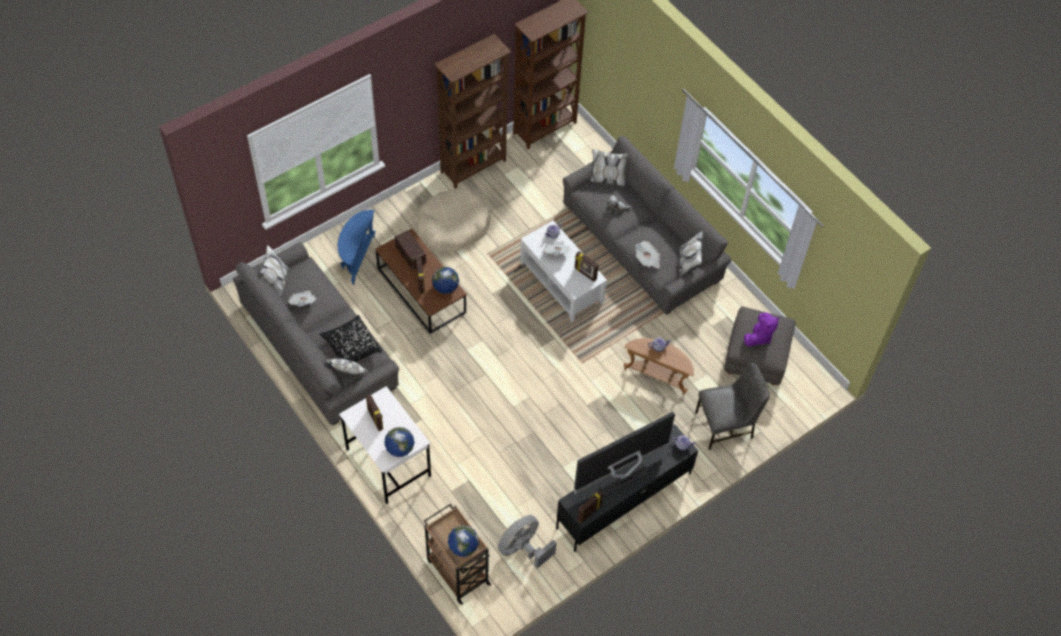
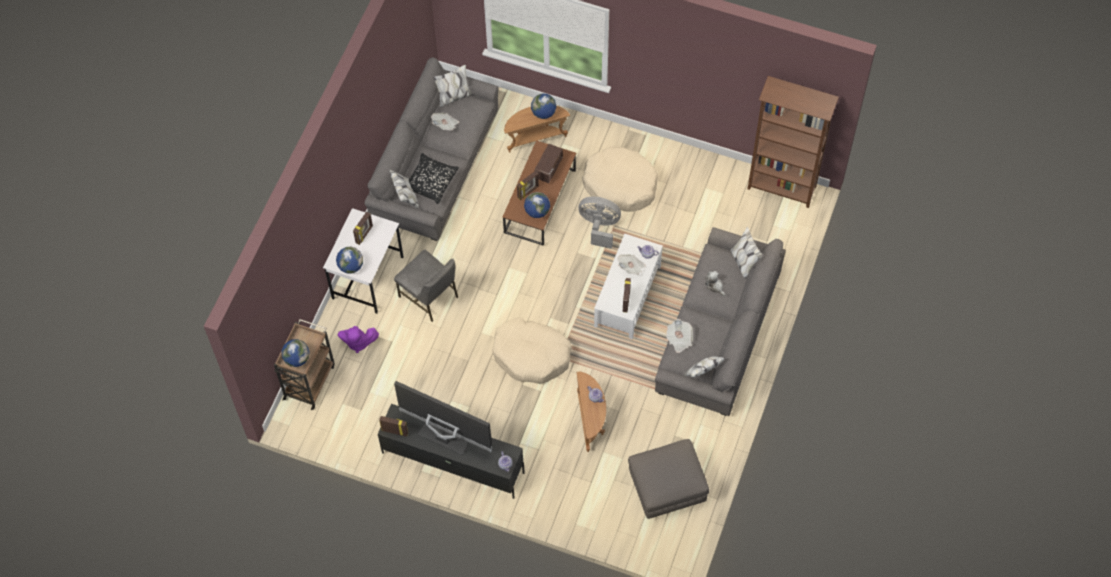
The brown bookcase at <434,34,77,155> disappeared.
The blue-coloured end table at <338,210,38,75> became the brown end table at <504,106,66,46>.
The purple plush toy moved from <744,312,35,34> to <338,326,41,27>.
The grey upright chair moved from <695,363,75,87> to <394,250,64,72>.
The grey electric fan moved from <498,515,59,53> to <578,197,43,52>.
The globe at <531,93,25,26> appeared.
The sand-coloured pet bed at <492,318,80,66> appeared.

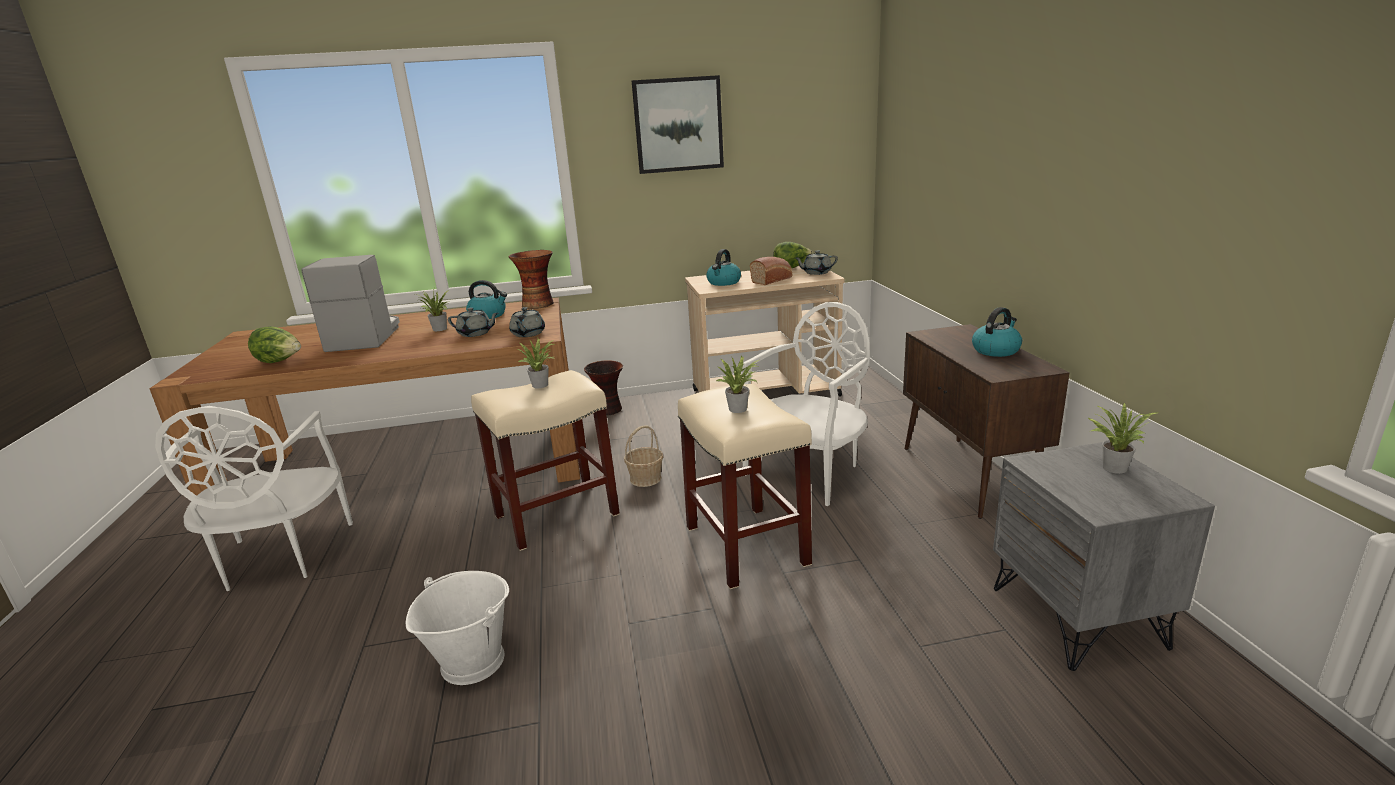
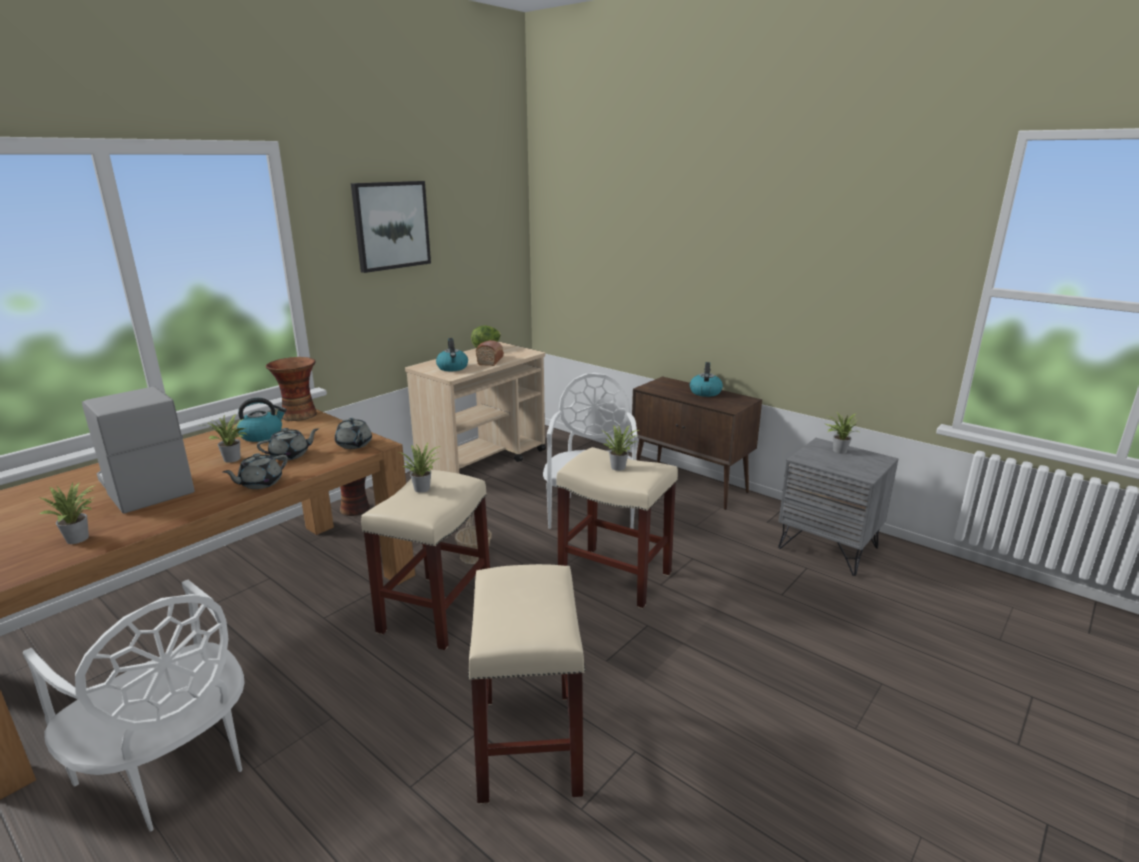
The grey tea pot moved from <795,250,43,25> to <223,453,65,36>.
The head of lettuce at <248,326,53,37> was replaced by the houseplant at <39,482,56,62>.
The white water bucket at <406,571,103,114> was replaced by the sand-coloured stool seat at <468,564,117,240>.

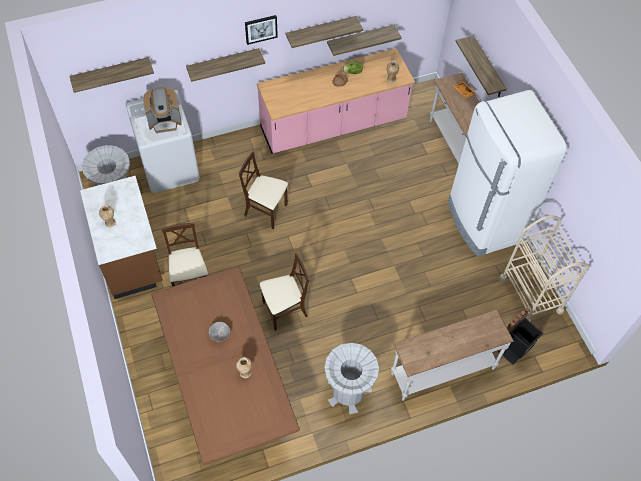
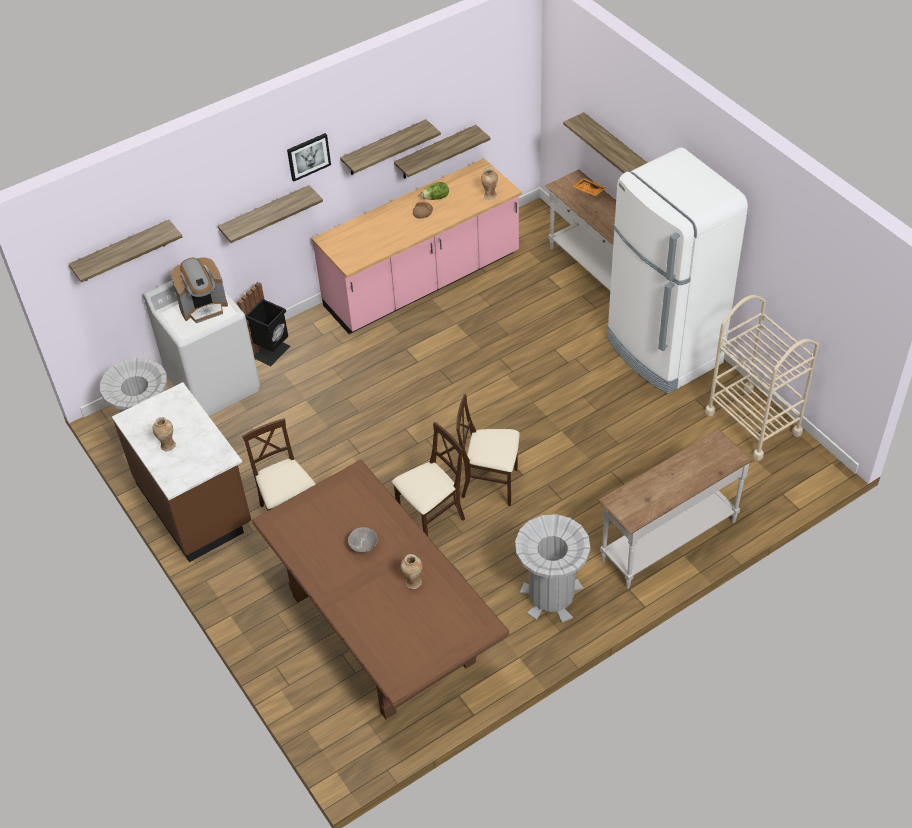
The sand-coloured upright chair moved from <239,151,49,79> to <456,394,64,112>.
The black-coloured trash can moved from <497,307,46,58> to <237,282,53,84>.

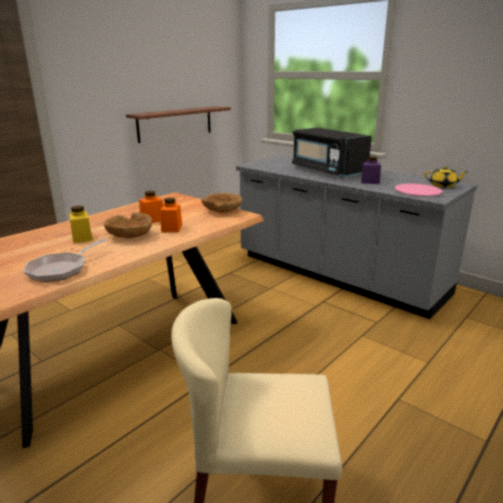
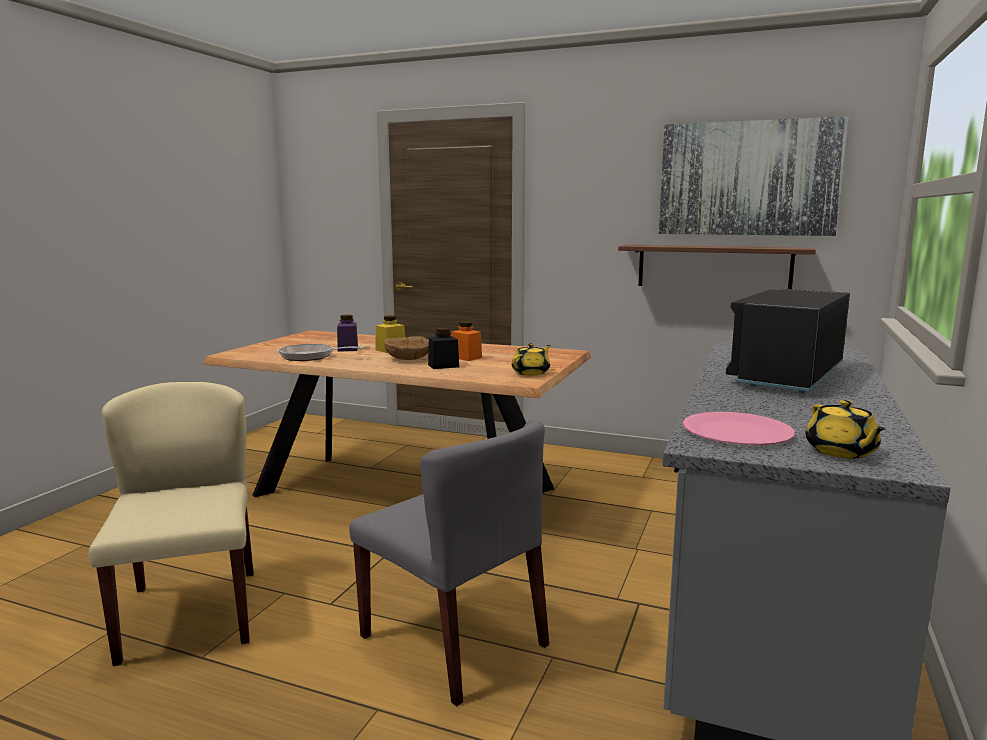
The purple preserve jar moved from <361,156,20,28> to <337,315,21,37>.
The brown serving bowl at <201,193,41,20> was replaced by the yellow tea pot at <512,343,39,32>.
The orange preserve jar at <160,198,22,34> became the black-coloured preserve jar at <428,328,31,41>.
The wall picture at <659,116,189,120> appeared.
The grey upright chair at <349,419,200,287> appeared.

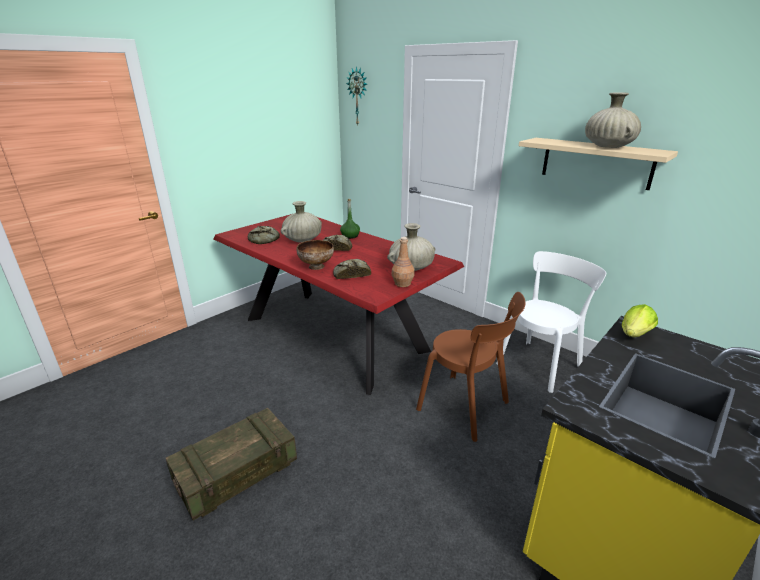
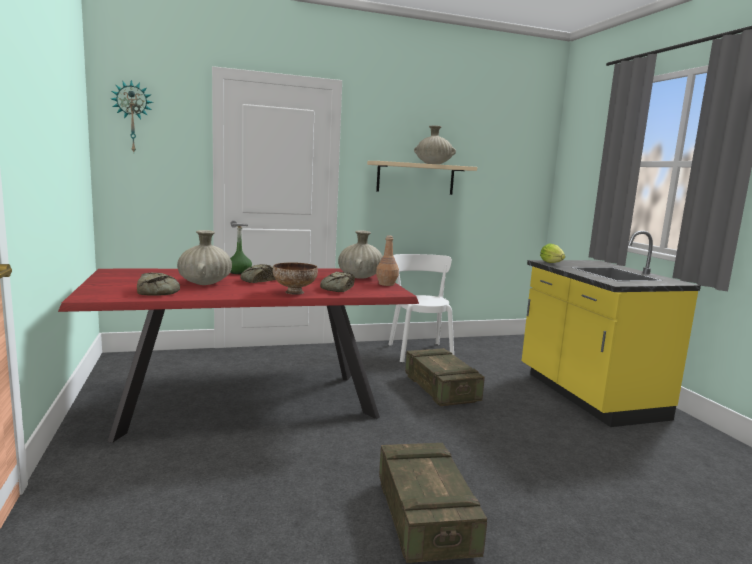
The brown upright chair at <416,292,109,150> was replaced by the packing crate at <405,348,80,58>.

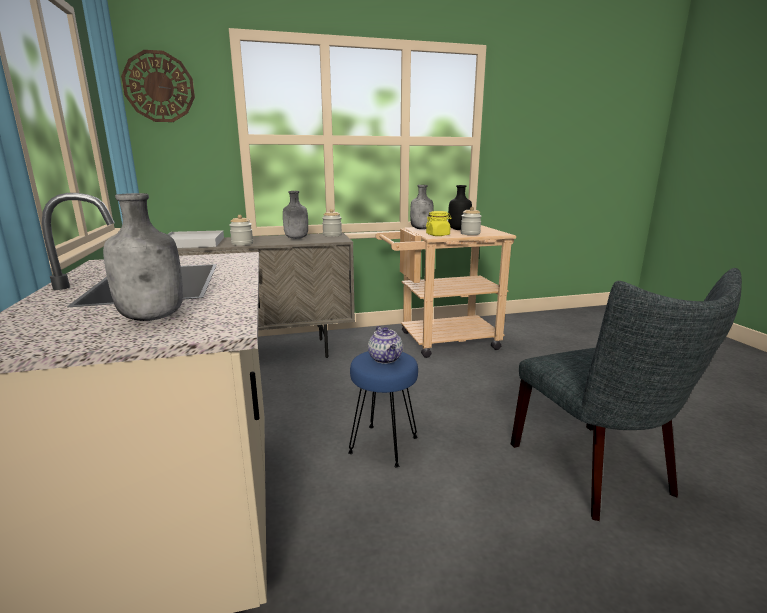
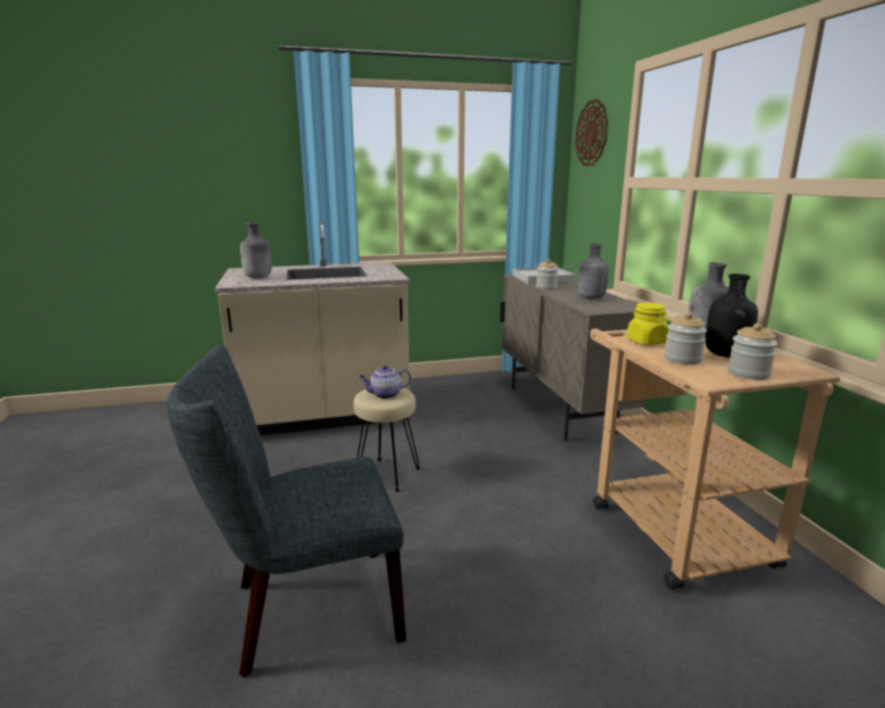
The preserve jar moved from <322,209,20,28> to <728,323,50,57>.
The blue-coloured stool seat at <348,351,70,116> became the sand-coloured stool seat at <353,388,67,104>.

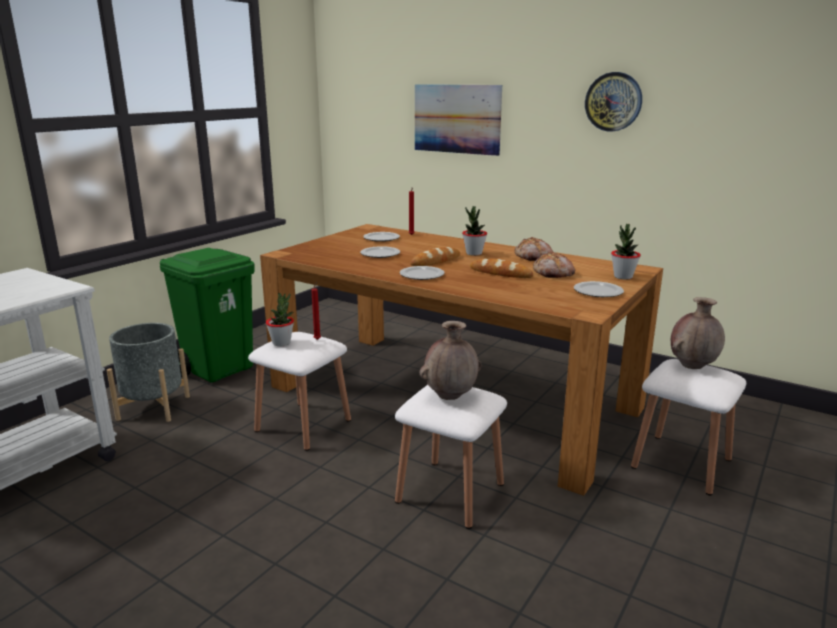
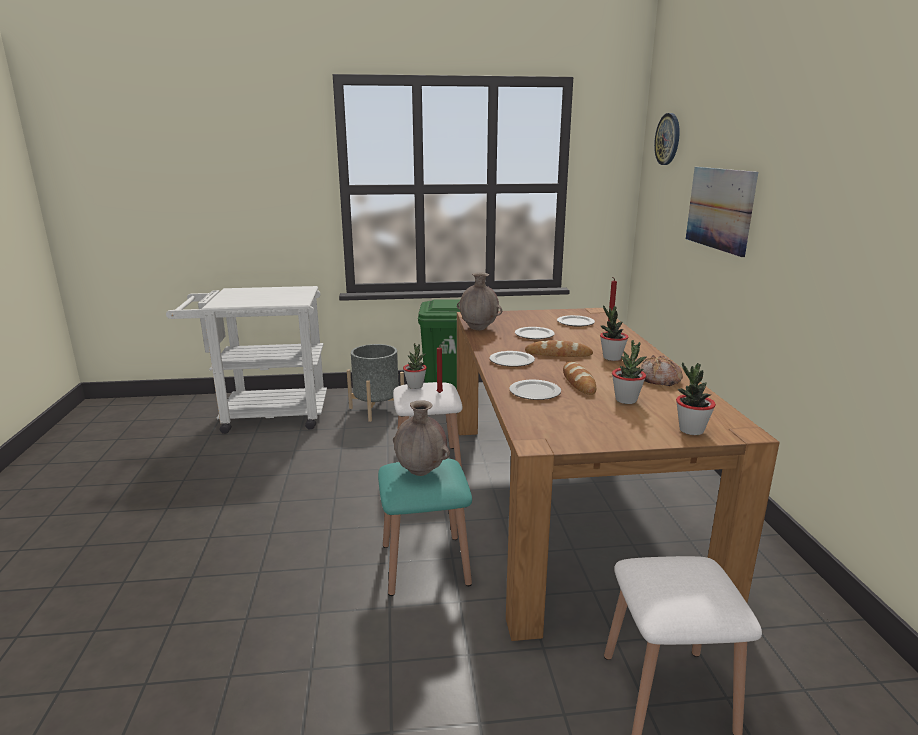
The clock on the wall moved from <585,72,57,60> to <654,113,26,52>.
The bread at <533,252,43,26> was replaced by the houseplant at <612,340,35,64>.
The plate moved from <574,281,50,16> to <509,380,52,20>.
The brown flower vase moved from <671,297,54,72> to <457,273,45,57>.
The white stool seat at <395,385,112,144> became the turquoise stool seat at <378,459,94,137>.

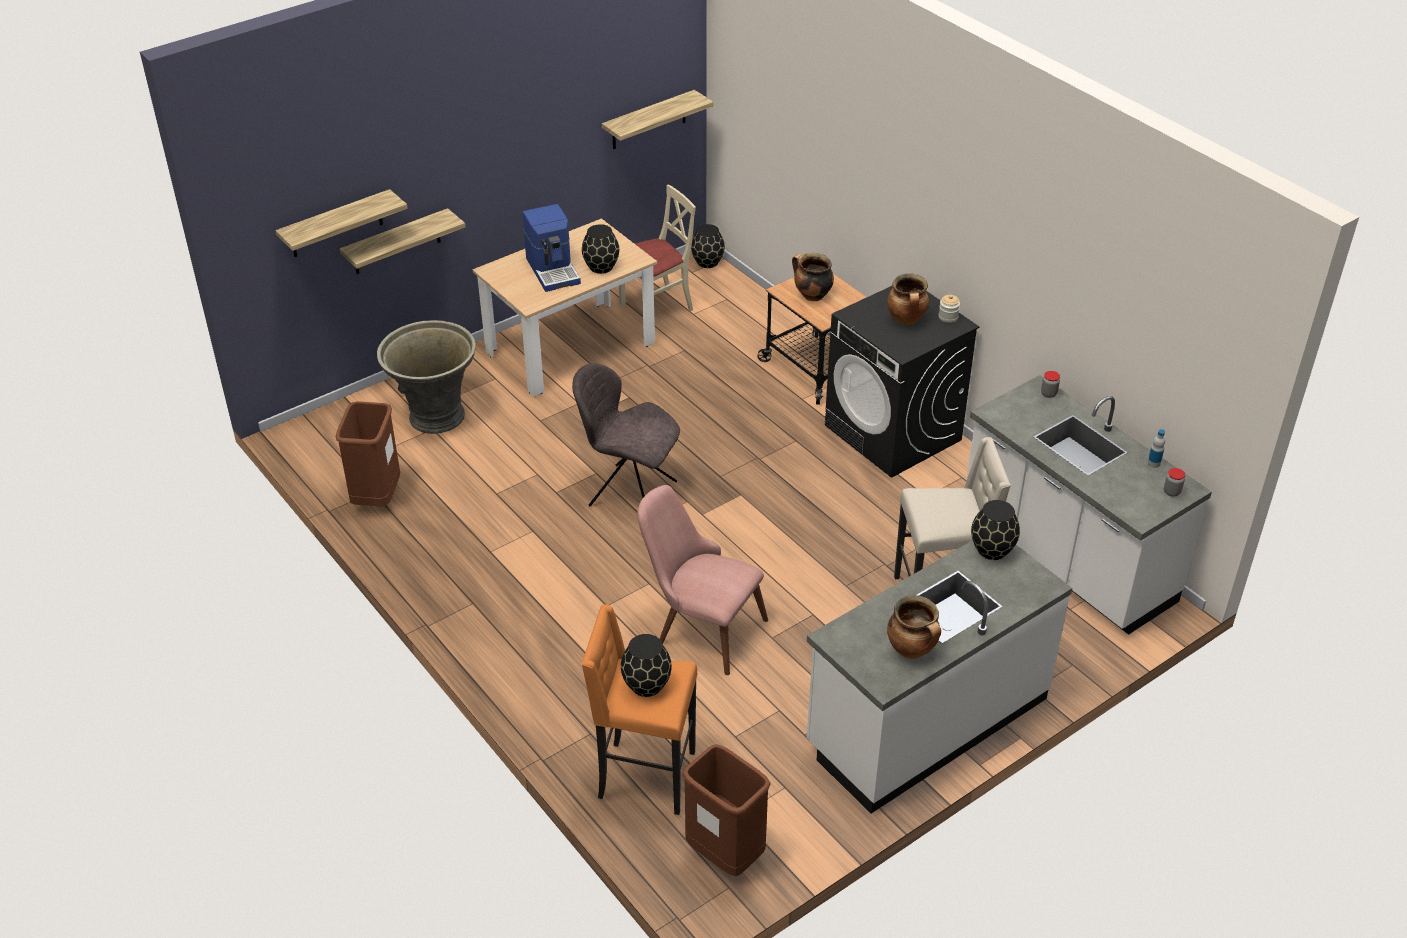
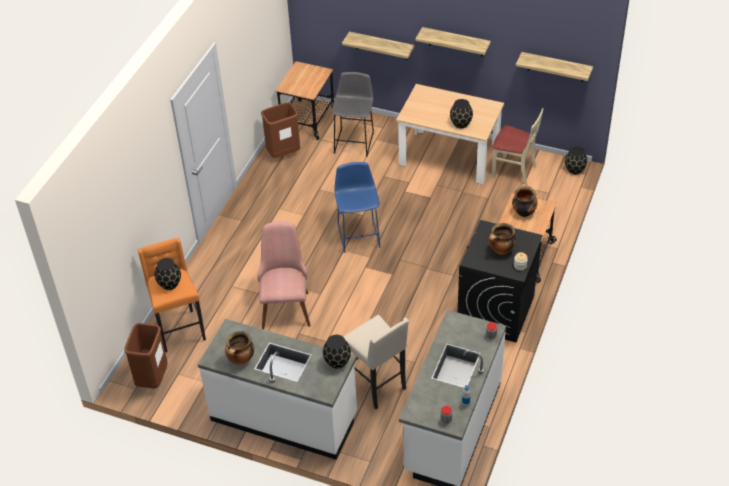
The wall shelf moved from <275,189,133,68> to <416,27,75,29>.
The coffee brewer at <523,204,58,88> disappeared.
The grey plant pot at <377,320,99,114> was replaced by the grey stool seat at <332,72,42,85>.
The grey upright chair at <572,363,108,144> was replaced by the blue-coloured stool seat at <335,162,46,91>.
The wheeled cart at <276,61,58,79> appeared.

